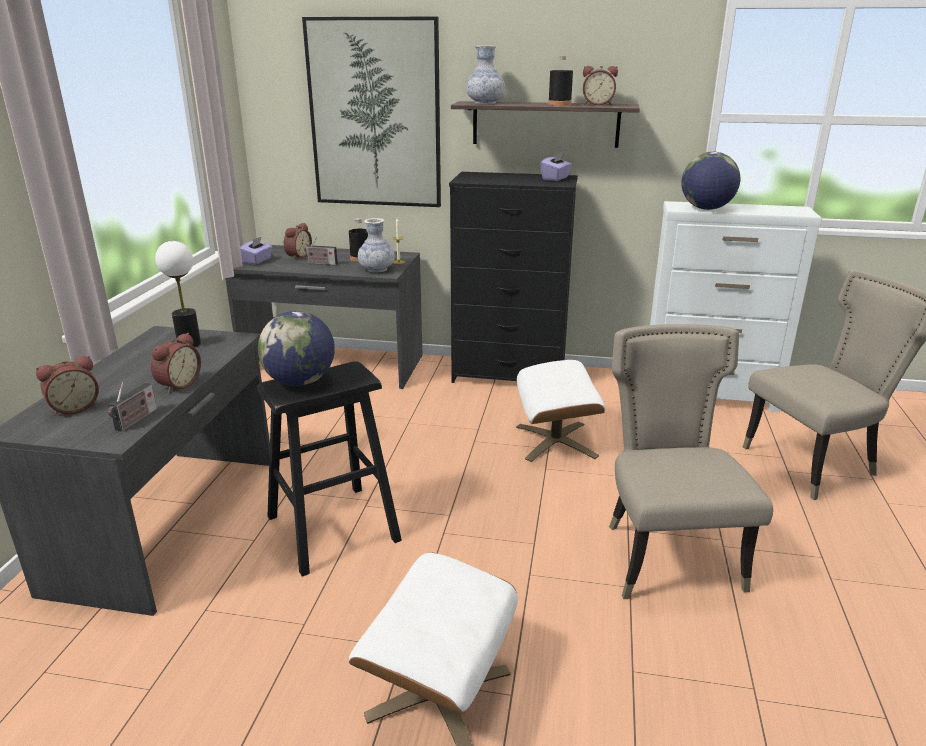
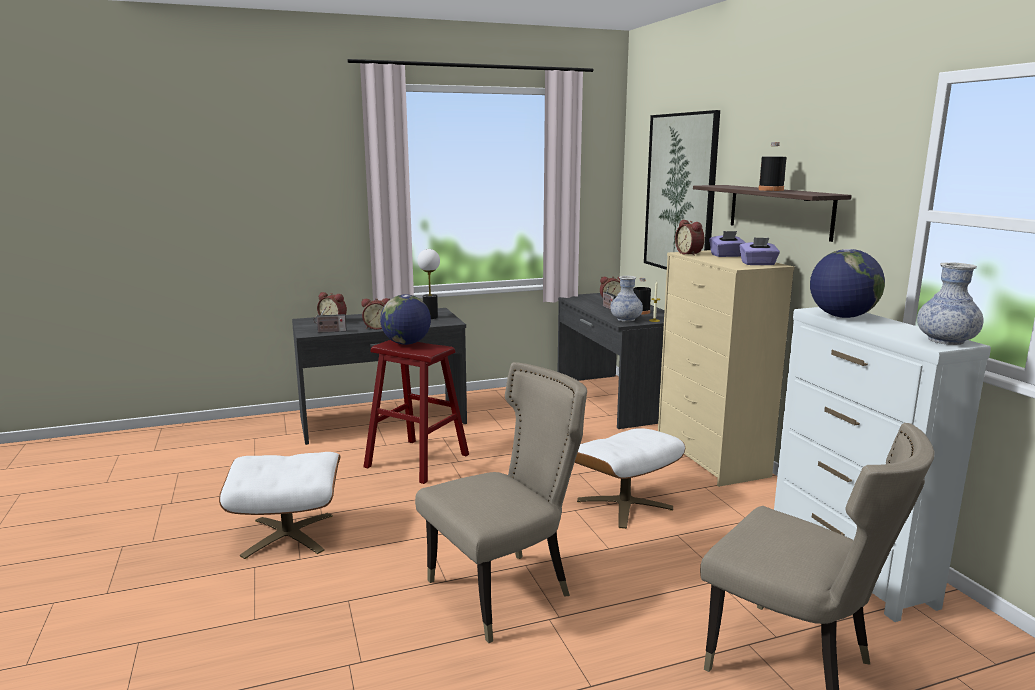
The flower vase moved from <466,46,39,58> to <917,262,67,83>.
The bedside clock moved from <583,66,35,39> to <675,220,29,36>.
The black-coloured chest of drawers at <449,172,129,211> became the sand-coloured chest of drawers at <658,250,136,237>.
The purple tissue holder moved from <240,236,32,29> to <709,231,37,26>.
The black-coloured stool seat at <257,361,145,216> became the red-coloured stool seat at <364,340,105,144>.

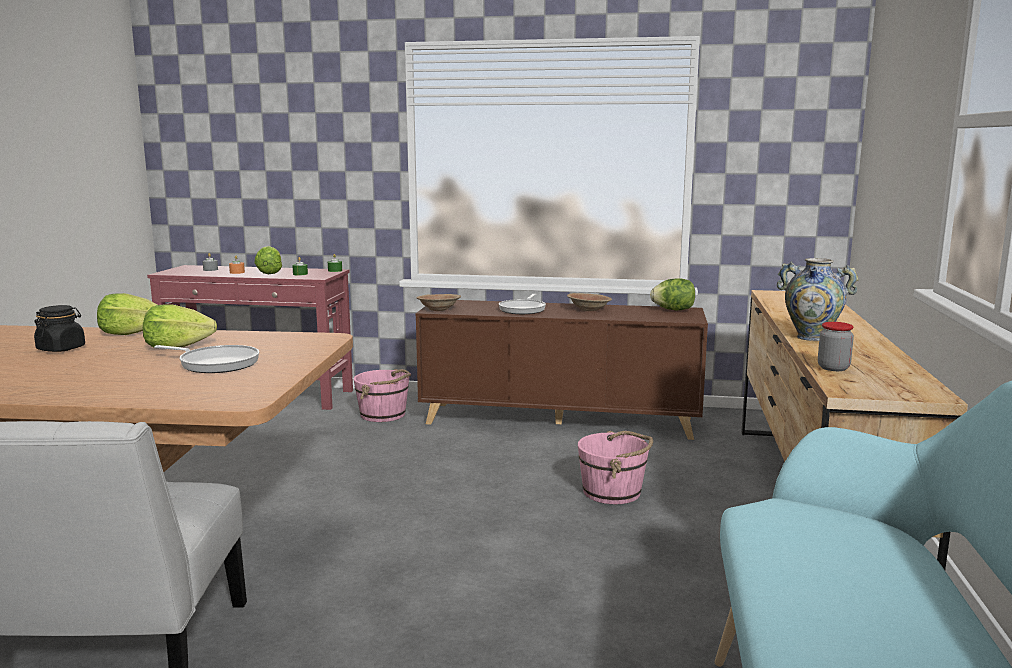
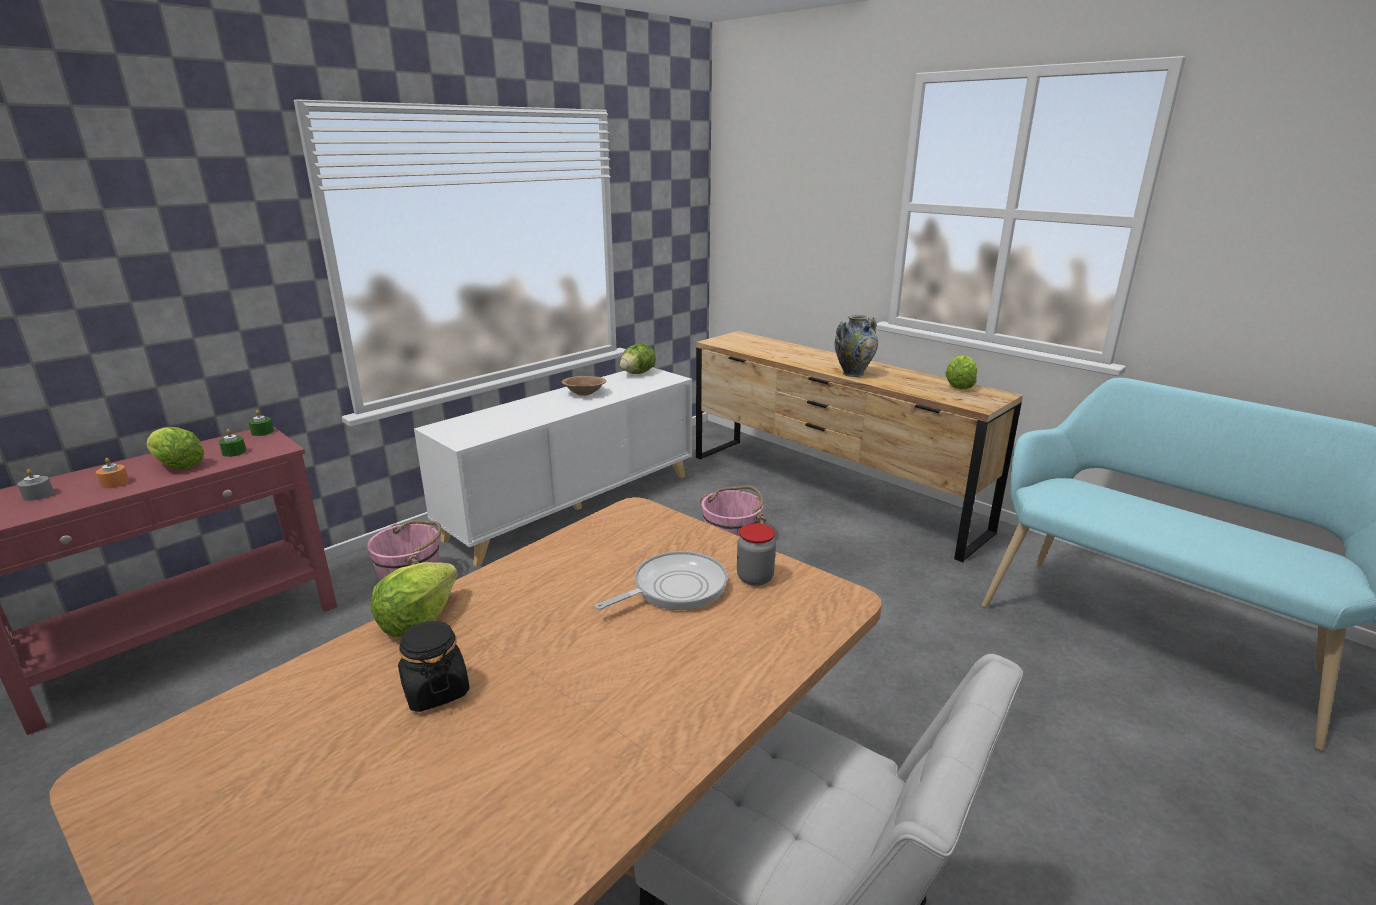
The brown serving bowl at <416,294,45,17> disappeared.
The pan at <499,294,47,20> disappeared.
The brown storage cabinet at <416,300,292,140> became the white storage cabinet at <414,367,278,200>.
The head of lettuce moved from <143,304,74,43> to <945,356,32,33>.
The preserve jar moved from <818,322,36,49> to <737,523,39,63>.

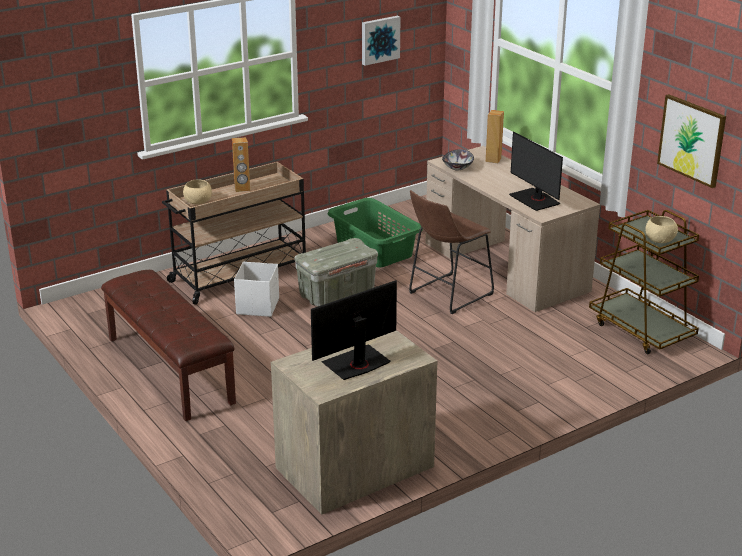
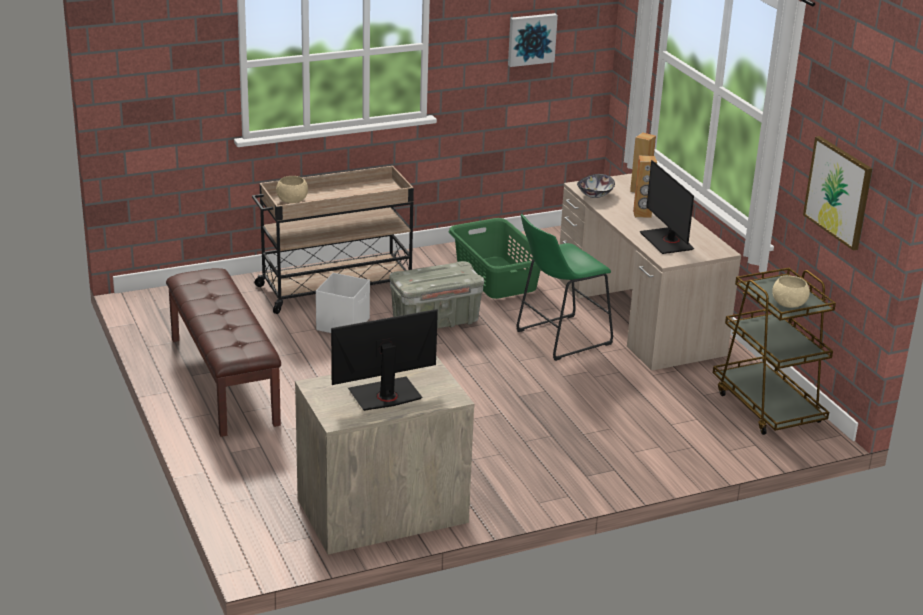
The brown loudspeaker moved from <232,137,18,55> to <633,156,24,62>.
The brown stool seat at <409,190,85,124> became the greenish stool seat at <516,214,97,147>.

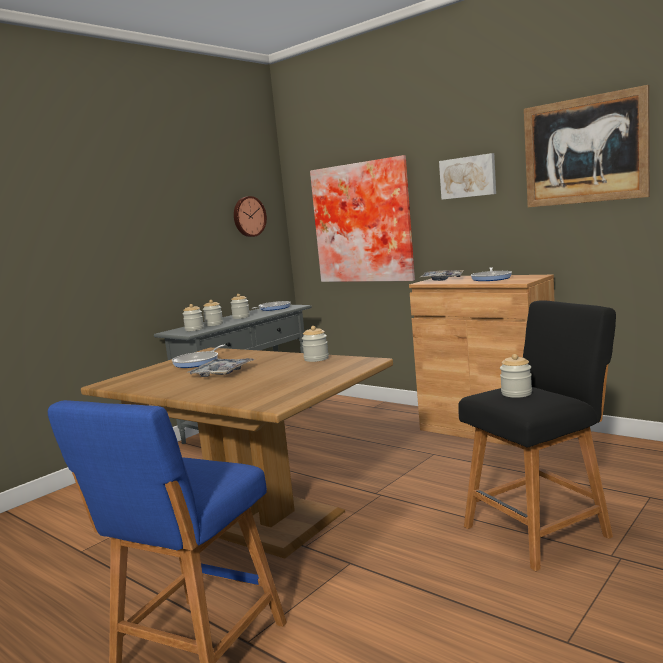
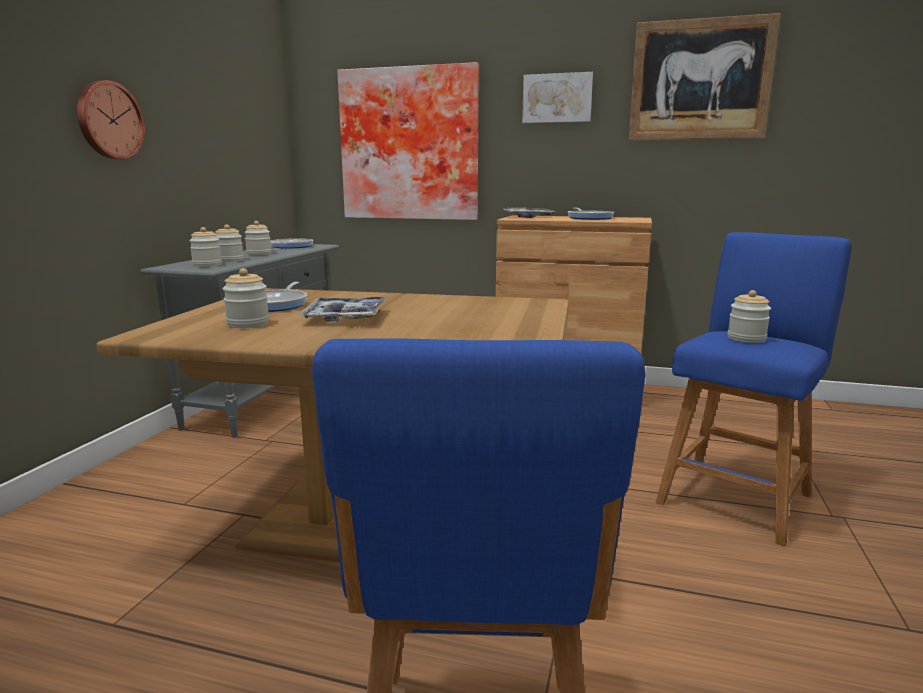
The clock on the wall moved from <234,196,33,41> to <77,80,68,79>.
The black-coloured stool seat at <458,300,158,271> became the blue-coloured stool seat at <655,232,197,314>.
The preserve jar moved from <302,326,27,36> to <222,268,47,60>.

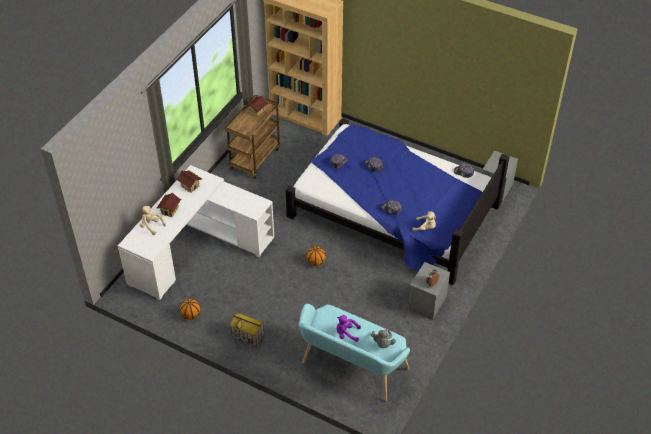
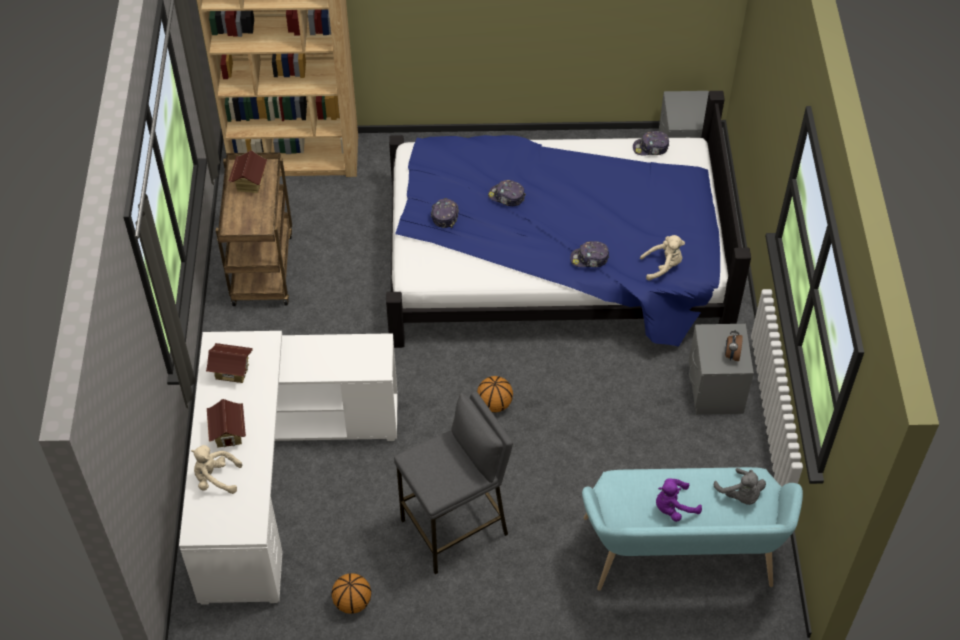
The miniature house at <230,313,34,33> disappeared.
The grey stool seat at <394,391,119,183> appeared.

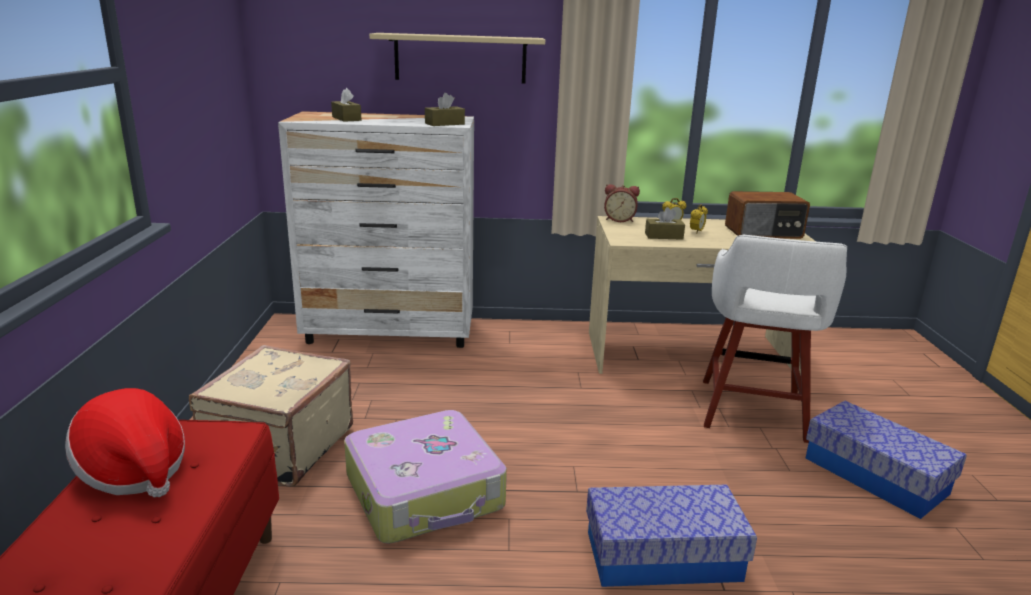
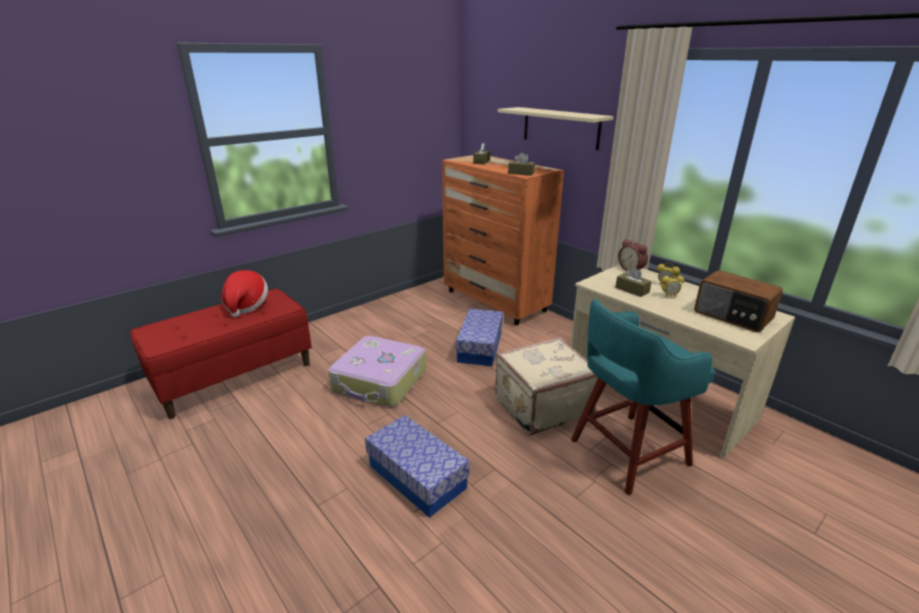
The white chest of drawers at <278,111,196,237> became the orange chest of drawers at <442,155,122,170>.
The white stool seat at <703,235,144,208> became the turquoise stool seat at <571,299,144,196>.
The sand-coloured suitcase moved from <189,345,164,142> to <495,337,103,99>.
The storage box moved from <805,401,162,118> to <456,309,47,57>.

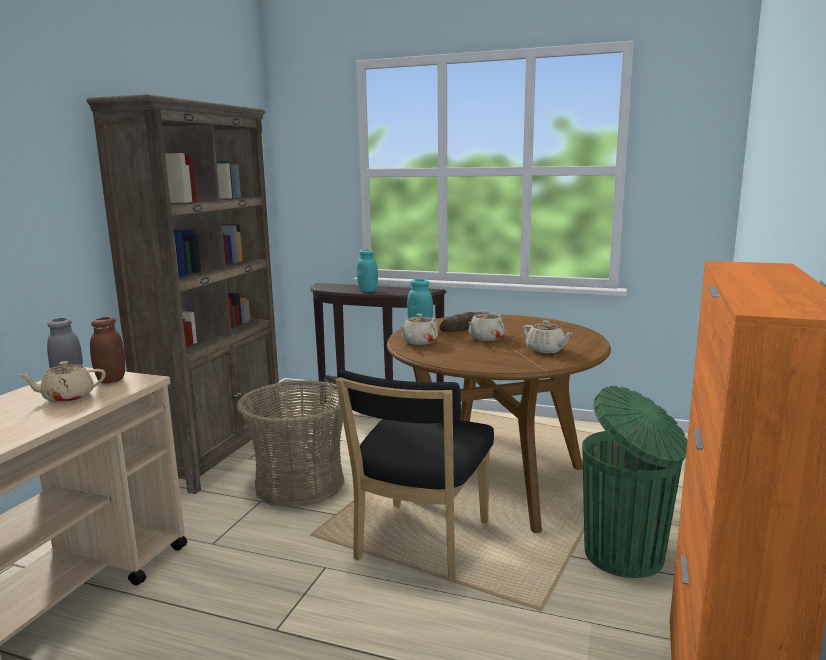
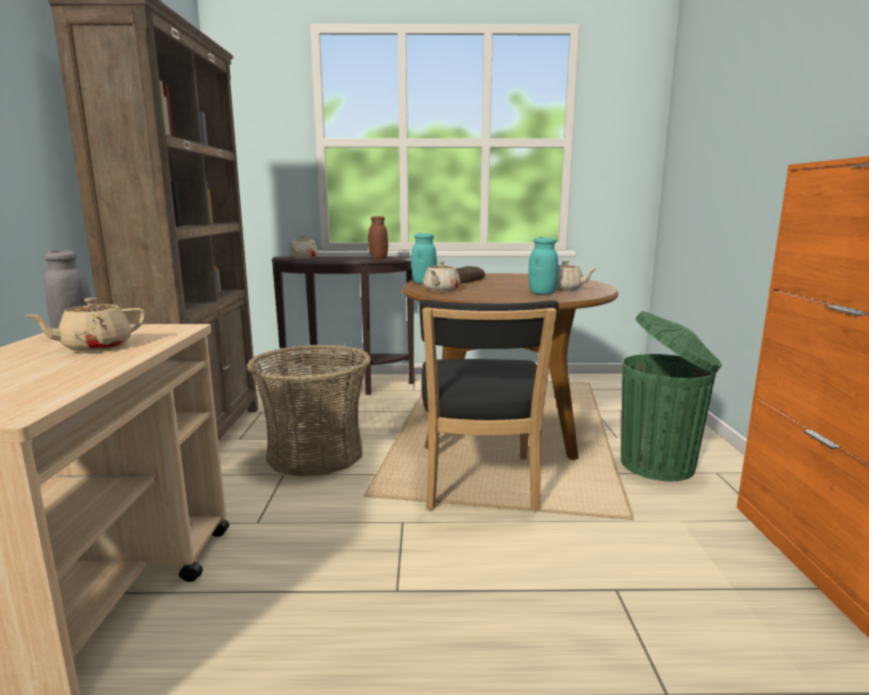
The turquoise preserve jar moved from <357,249,21,43> to <528,237,30,57>.
The sand-coloured tea pot moved from <469,310,36,31> to <289,235,29,24>.
The brown preserve jar moved from <90,317,35,66> to <368,216,20,43>.

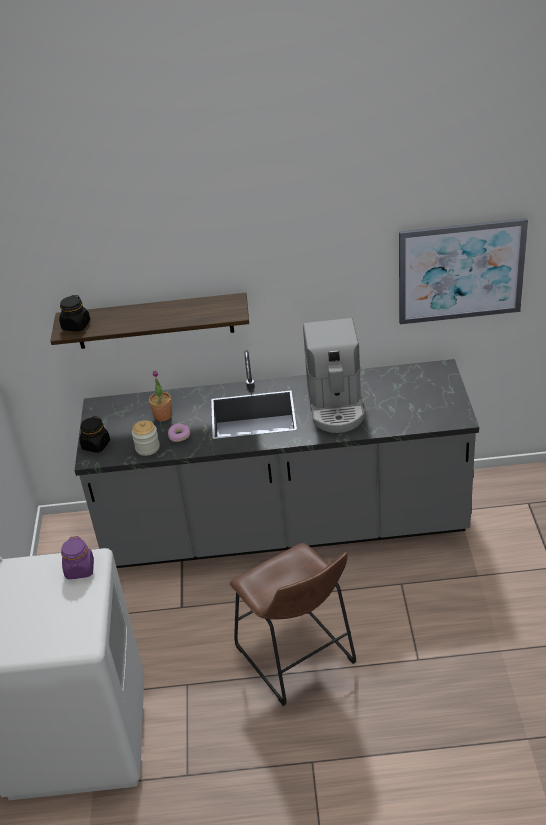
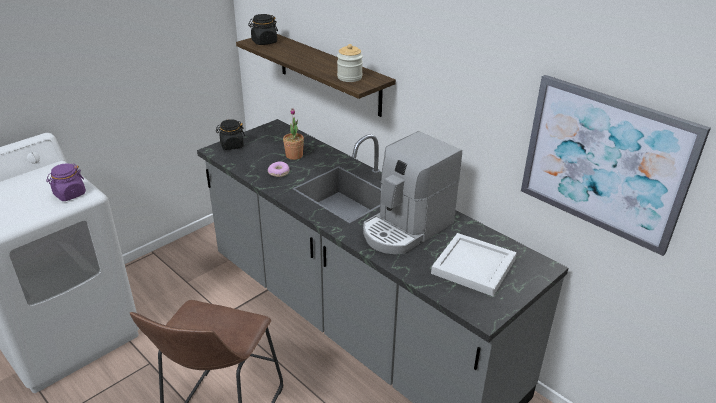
The preserve jar moved from <132,420,28,36> to <337,44,26,38>.
The white serving tray at <431,233,86,63> appeared.

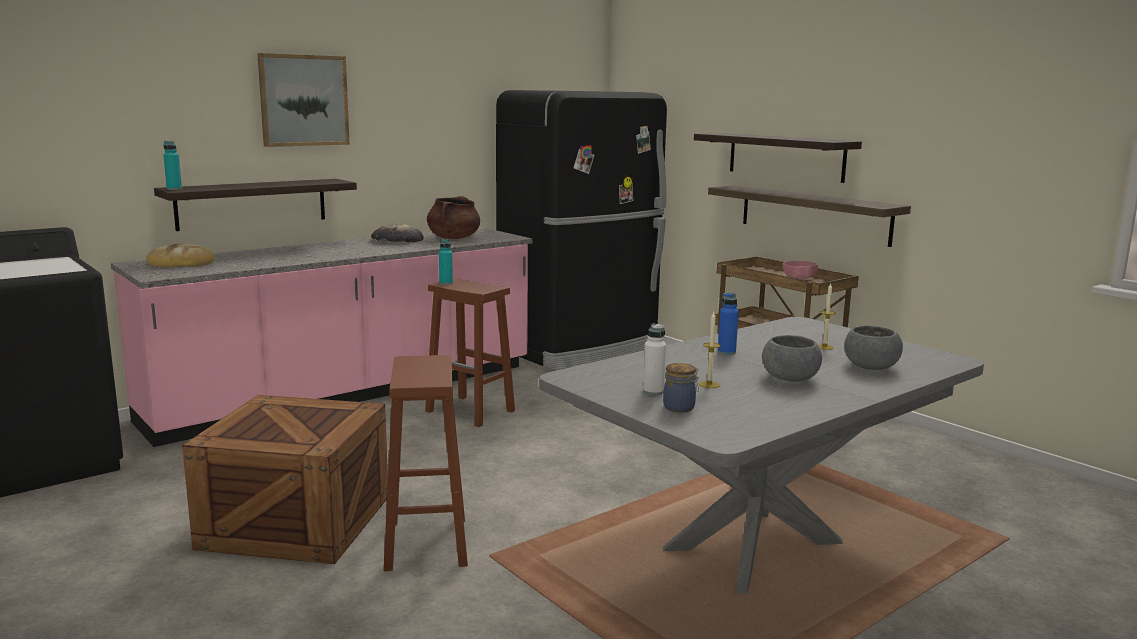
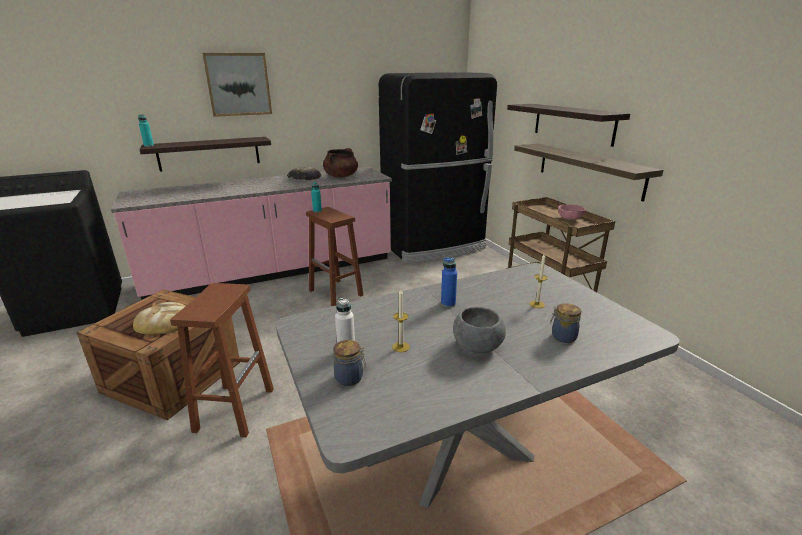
The bread moved from <146,243,69,24> to <133,302,52,32>.
The grey serving bowl at <844,325,59,45> was replaced by the preserve jar at <550,303,31,40>.

